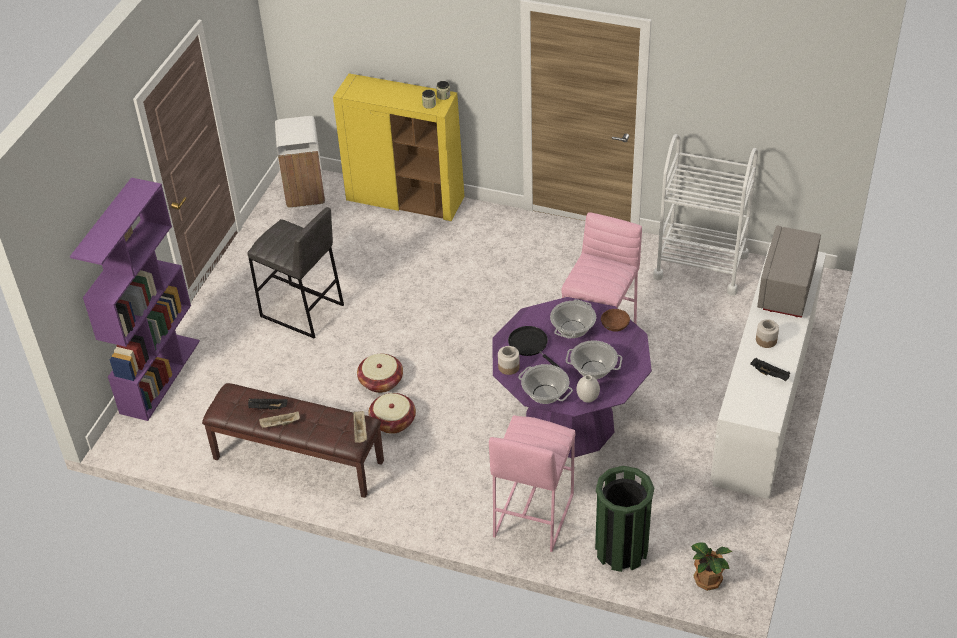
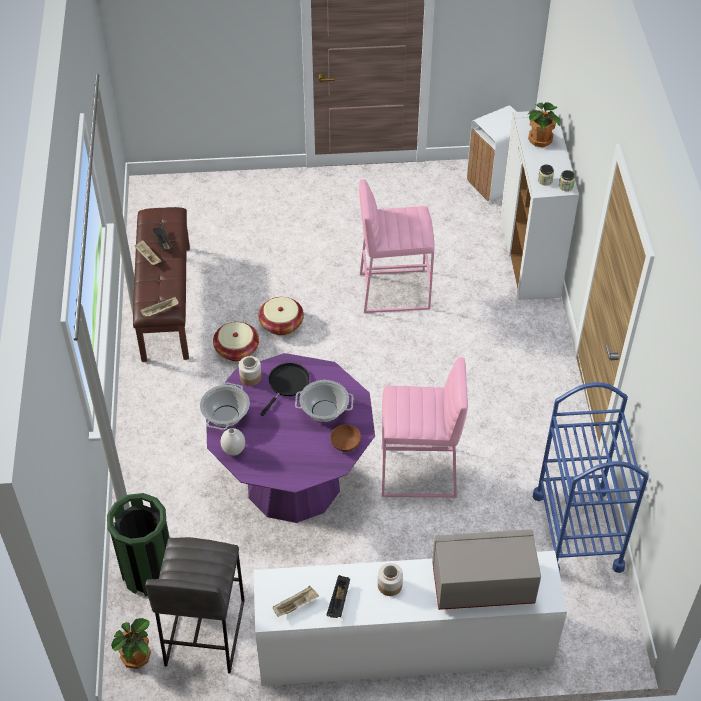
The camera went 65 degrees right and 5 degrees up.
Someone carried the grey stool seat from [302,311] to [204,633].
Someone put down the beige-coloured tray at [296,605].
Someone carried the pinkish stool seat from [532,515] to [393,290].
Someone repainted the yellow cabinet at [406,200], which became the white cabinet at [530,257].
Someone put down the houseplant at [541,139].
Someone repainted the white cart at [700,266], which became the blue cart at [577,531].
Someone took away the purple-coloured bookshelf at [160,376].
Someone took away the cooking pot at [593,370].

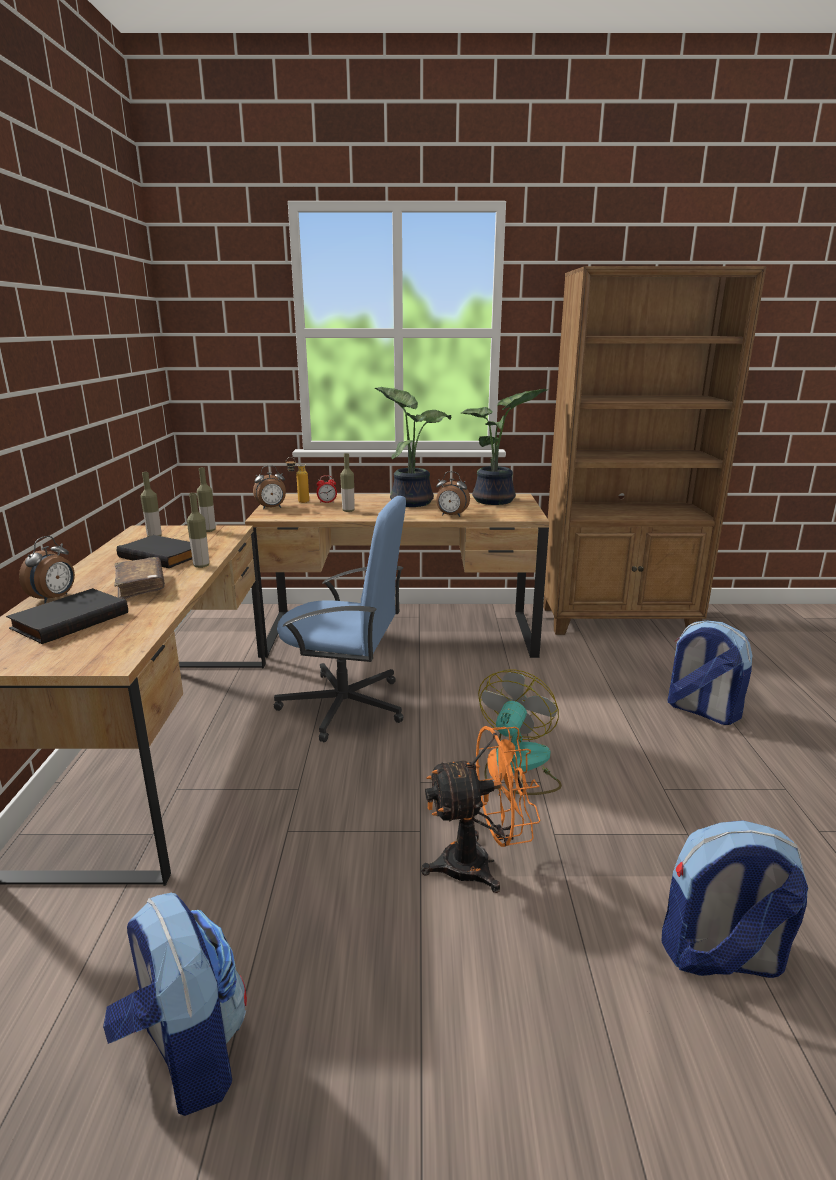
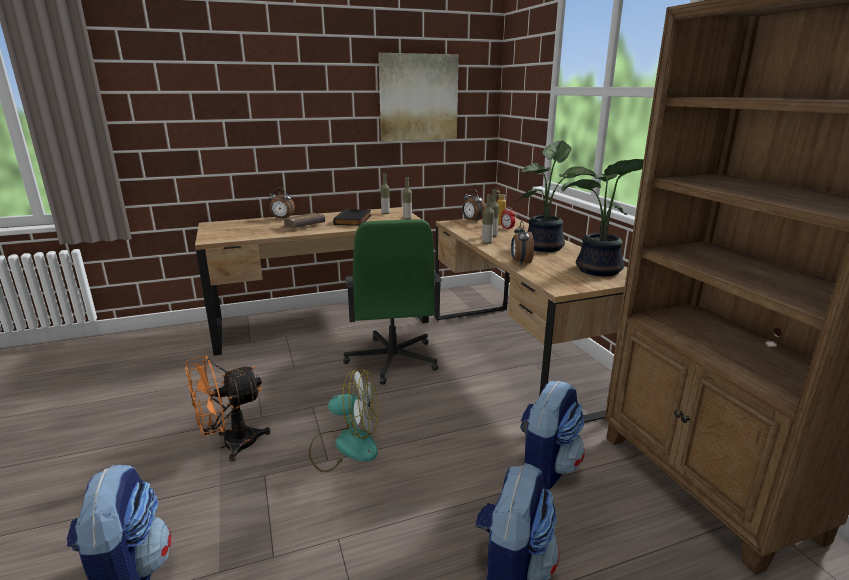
The camera went 70 degrees right and 0 degrees up.
Someone rotated the orange-coloured fan at [479,864] by 90 degrees clockwise.
Someone repainted the blue office chair at [345,706], which became the green-coloured office chair at [392,360].
Someone put up the picture at [418,98].
Someone carried the beverage bottle from [201,566] to [486,243].
Someone carried the backpack from [185,1053] to [546,467].
Someone took away the blackish book at [70,620].

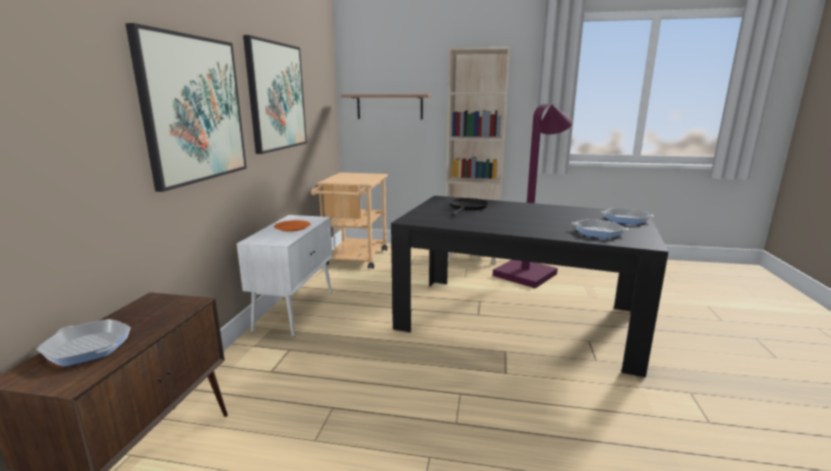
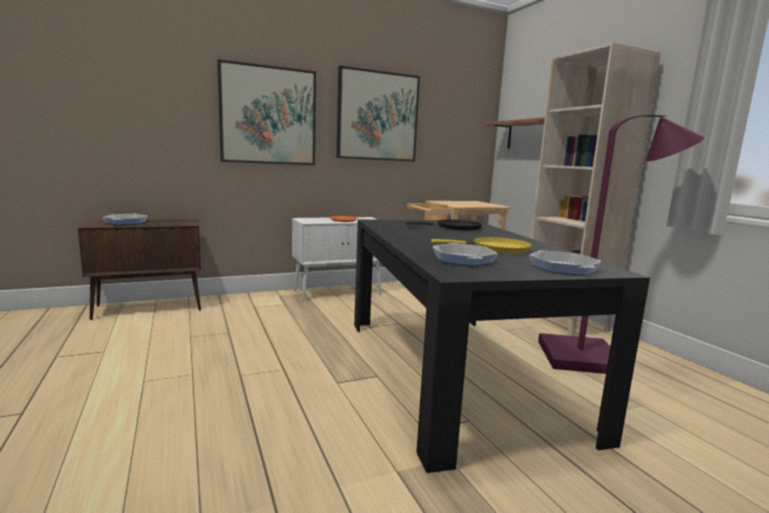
The camera went 55 degrees right and 5 degrees down.
Someone put down the yellow skillet at [496,249].

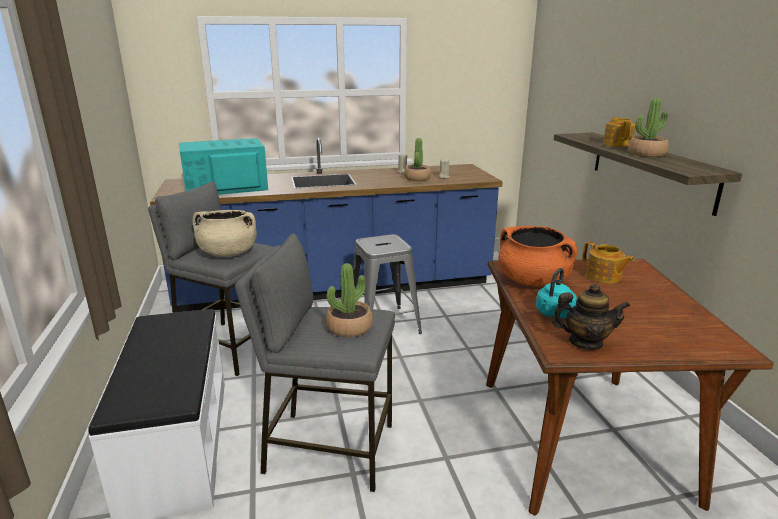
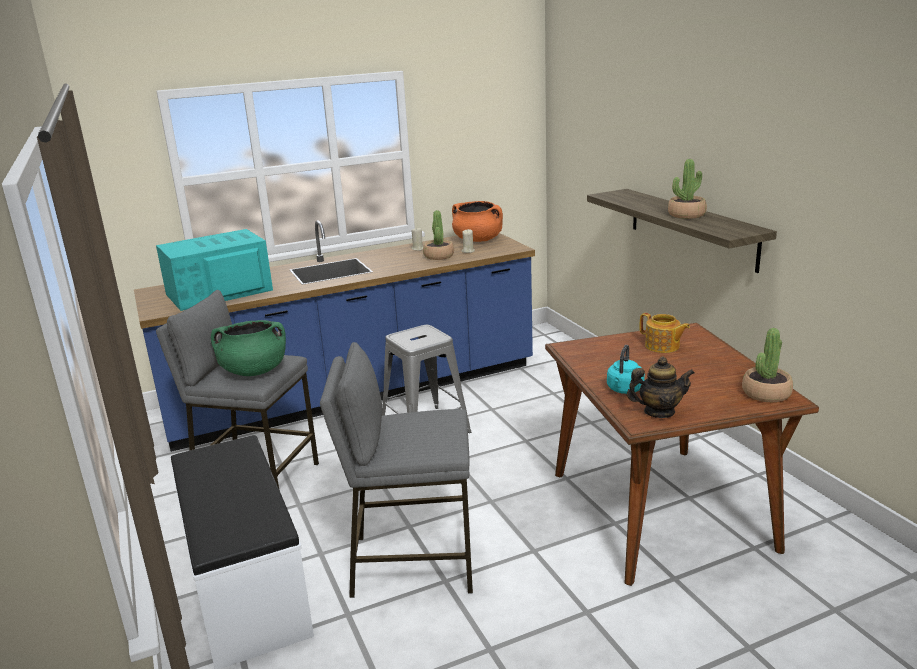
The camera went 10 degrees left and 0 degrees up.
Someone repainted the beige-coloured cooking pot at [227,253], which became the green-coloured cooking pot at [254,371].
Someone carried the orange-coloured cooking pot from [533,281] to [478,240].
Someone carried the houseplant from [349,327] to [766,393].
Someone took away the teapot at [617,144].

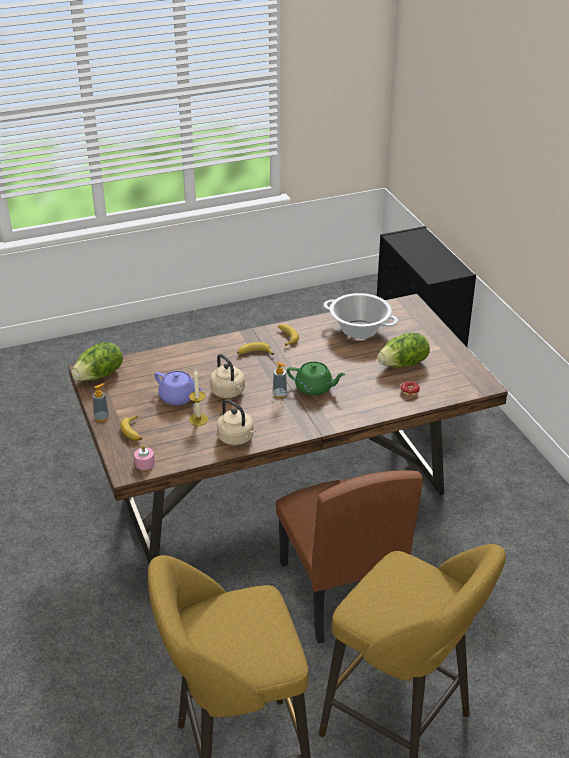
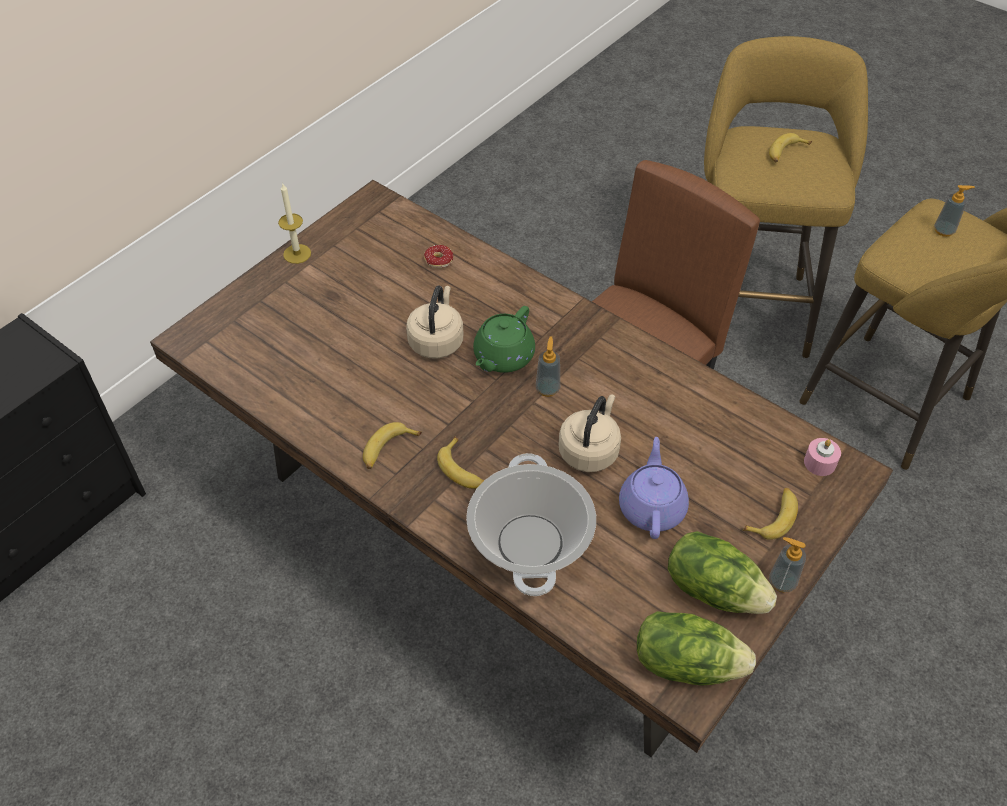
The camera went 120 degrees left and 15 degrees up.
Someone carried the candle from [198,419] to [297,254].
Someone carried the beige-coloured tea kettle from [237,438] to [437,340].
Someone carried the cooking pot from [359,330] to [531,543].
Someone rotated the green-coloured teapot at [315,388] by 135 degrees counterclockwise.
Someone carried the head of lettuce from [404,364] to [714,589].
Someone put down the banana fruit at [785,153].
Someone put down the liquid soap bottle at [944,230].

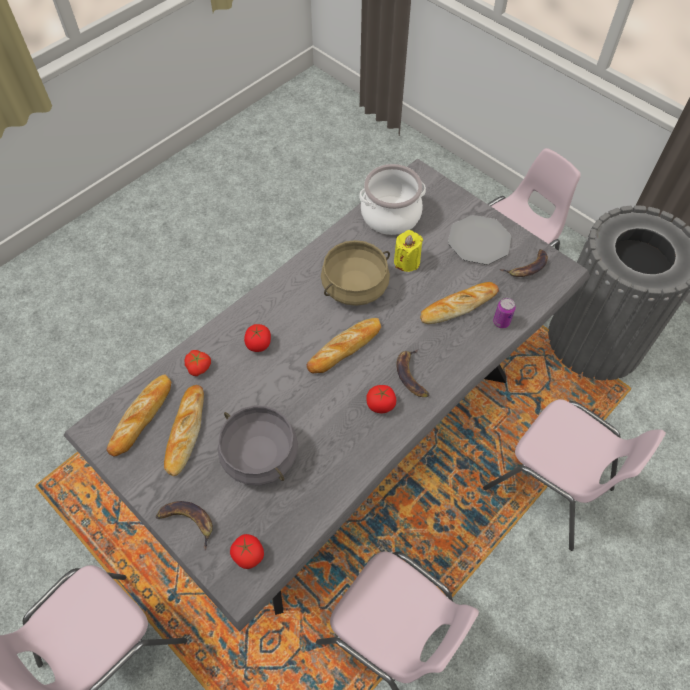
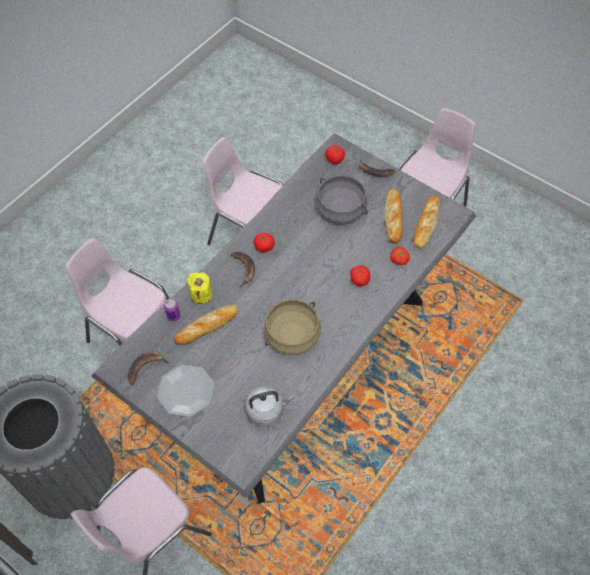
The camera went 175 degrees right and 0 degrees up.
Someone carried the yellow candle from [406,261] to [201,295].
Someone swapped the cooking pot at [390,216] for the grey tea kettle at [267,411].
Someone took away the bread at [345,348].

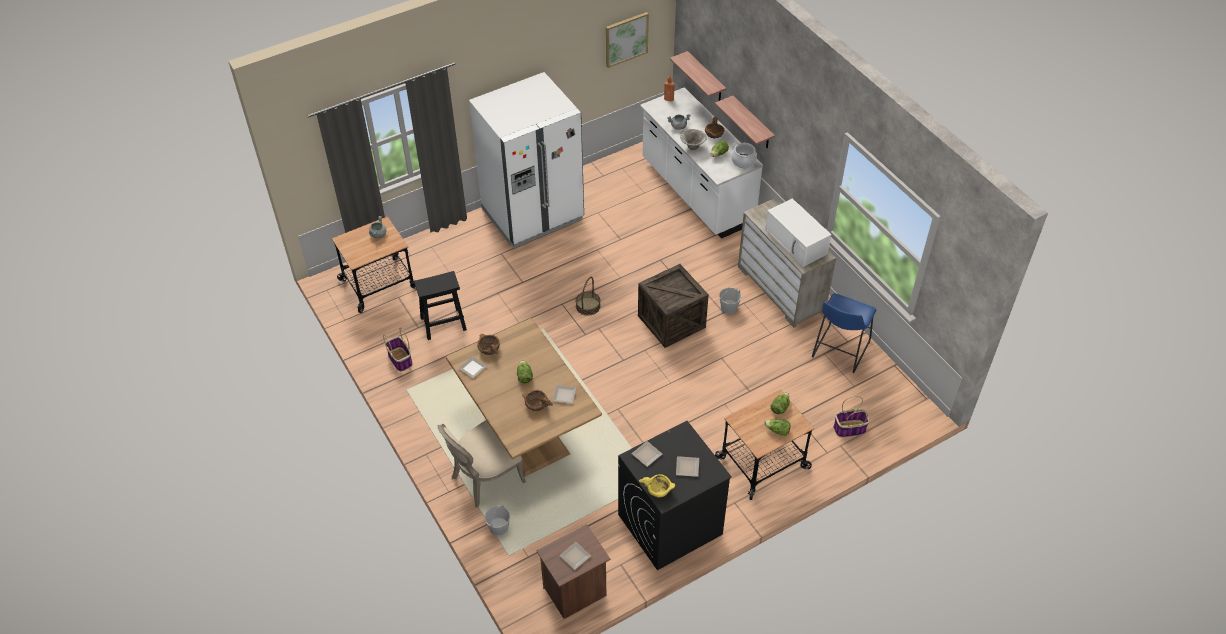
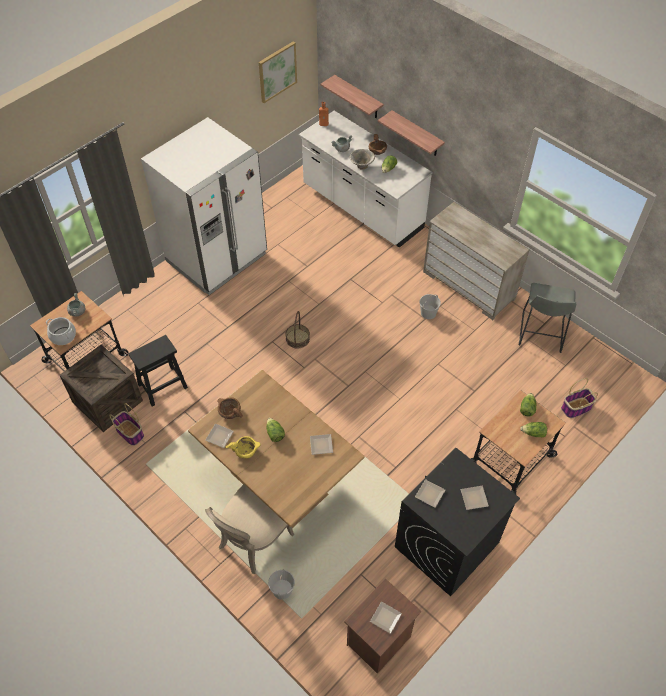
The camera went 15 degrees left and 5 degrees up.
Someone carried the cooking pot from [743,161] to [63,336].
Someone carried the crate from [671,321] to [107,401].
Someone carried the yellow serving bowl from [658,489] to [245,450].
Someone repainted the blue stool seat at [839,351], which became the grey stool seat at [540,335].
Someone took away the brownish serving bowl at [536,405].
Someone took away the white kitchen microwave at [796,242].

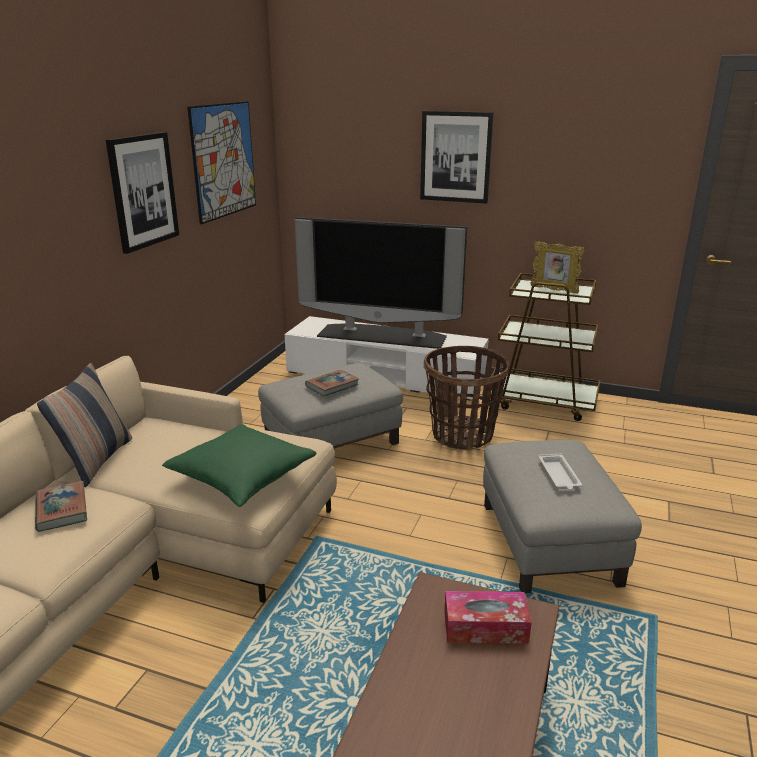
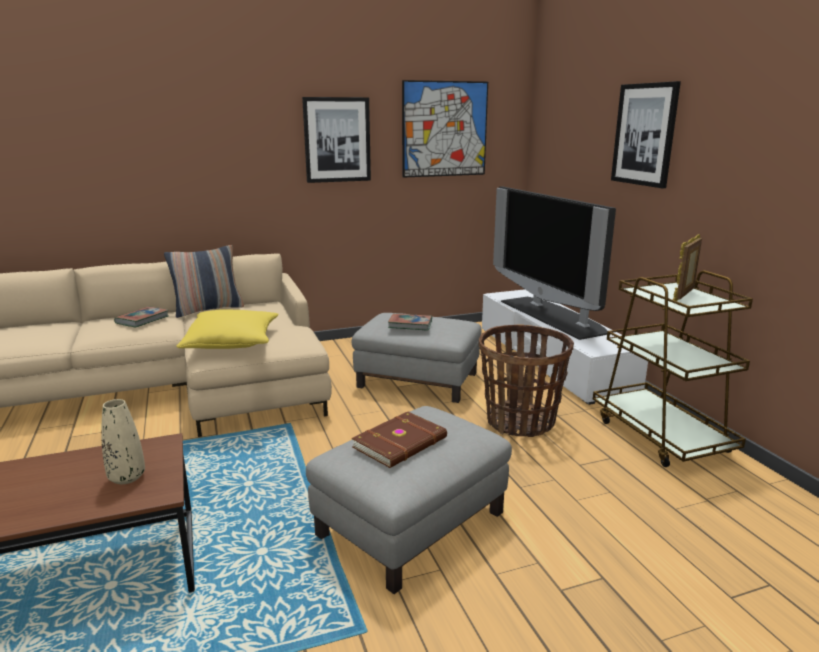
The camera went 50 degrees right and 5 degrees down.
Someone swapped the tissue box at [485,627] for the beige-coloured vase at [127,477].
Someone repainted the green-coloured throw pillow at [242,477], which became the yellow throw pillow at [232,342].
Someone swapped the white tray at [559,475] for the brownish book at [401,443].
Someone rotated the picture frame at [554,290] by 45 degrees clockwise.

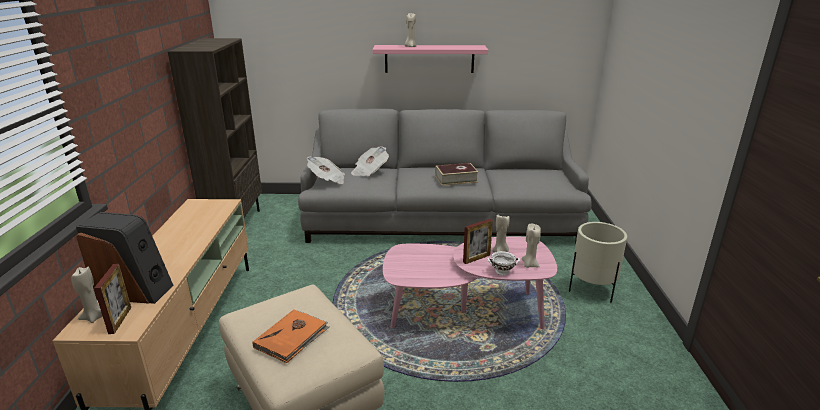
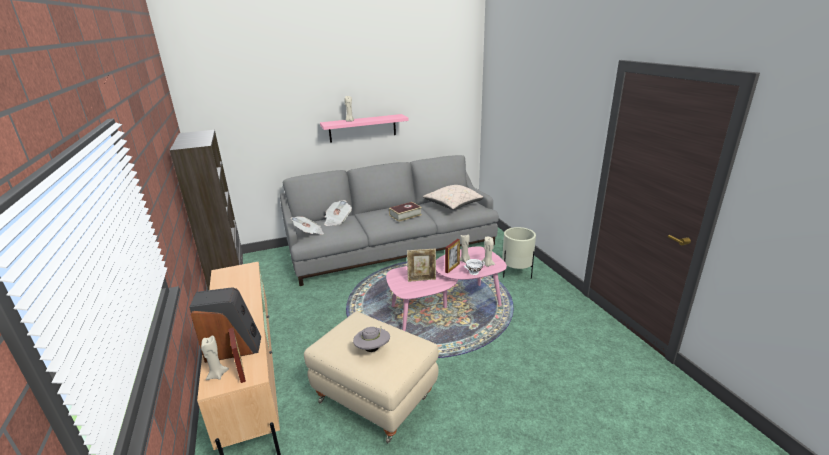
The camera went 20 degrees left and 0 degrees up.
Someone swapped the orange-coloured book at [292,337] for the grey hat at [372,349].
Someone put down the picture frame at [422,279].
Someone put down the beige-coloured throw pillow at [452,205].

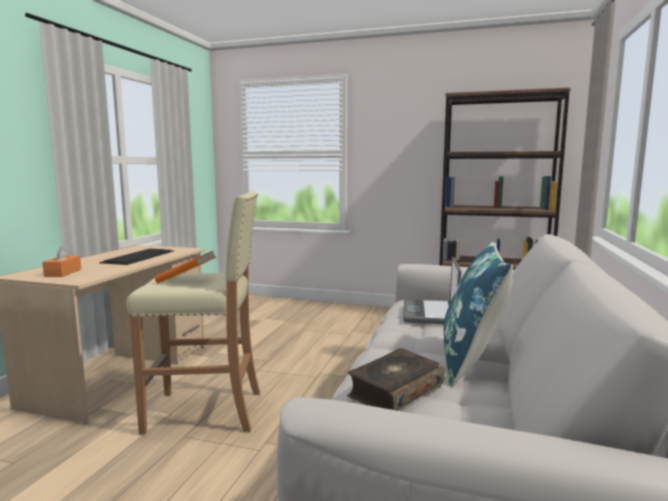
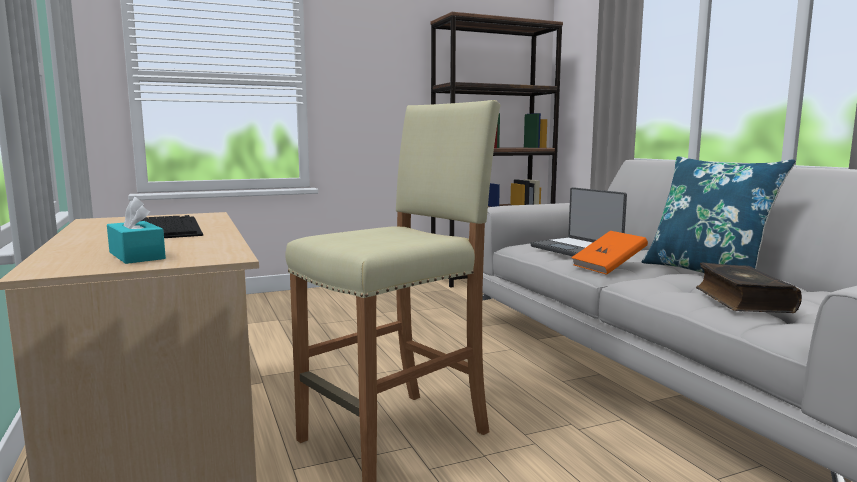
The camera went 40 degrees left and 0 degrees up.
Someone repainted the orange-coloured tissue box at [63,273], which became the blue-green tissue box at [136,255].
Someone carried the orange-coloured book from [186,280] to [608,267].

